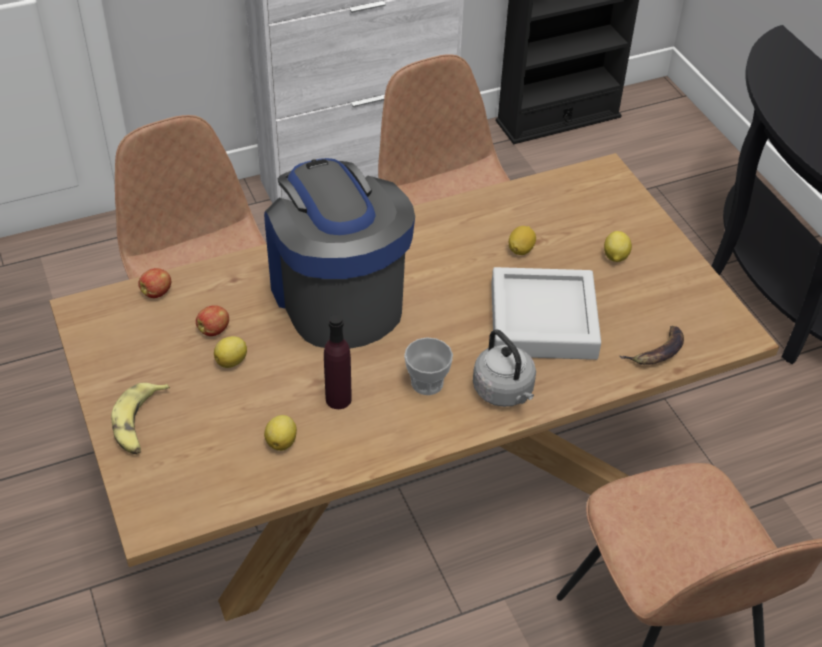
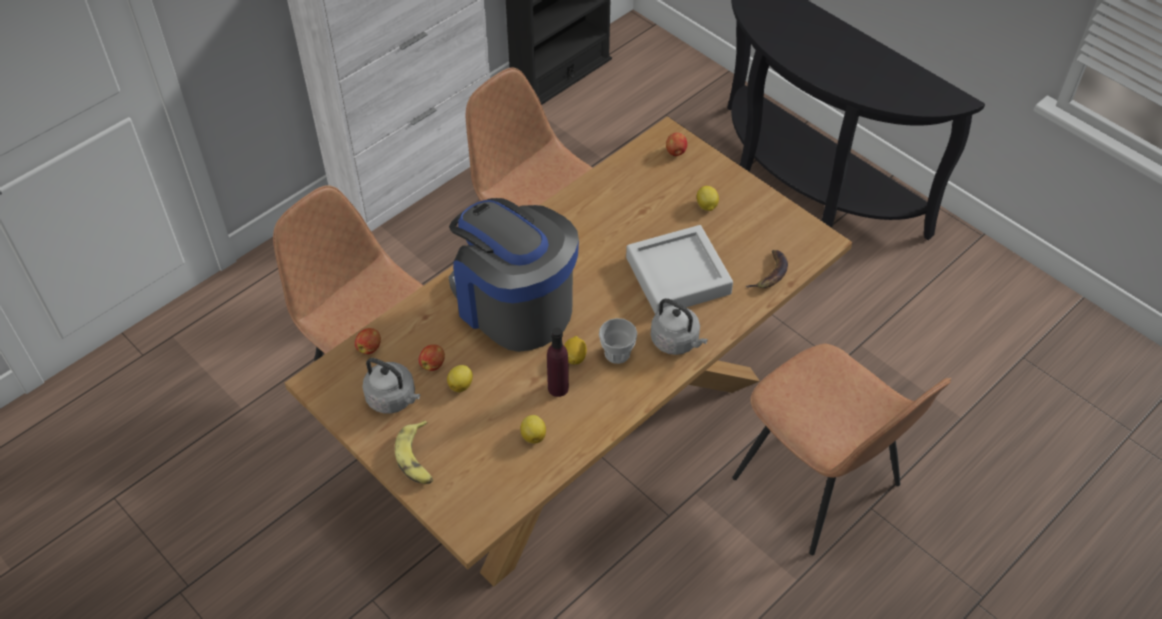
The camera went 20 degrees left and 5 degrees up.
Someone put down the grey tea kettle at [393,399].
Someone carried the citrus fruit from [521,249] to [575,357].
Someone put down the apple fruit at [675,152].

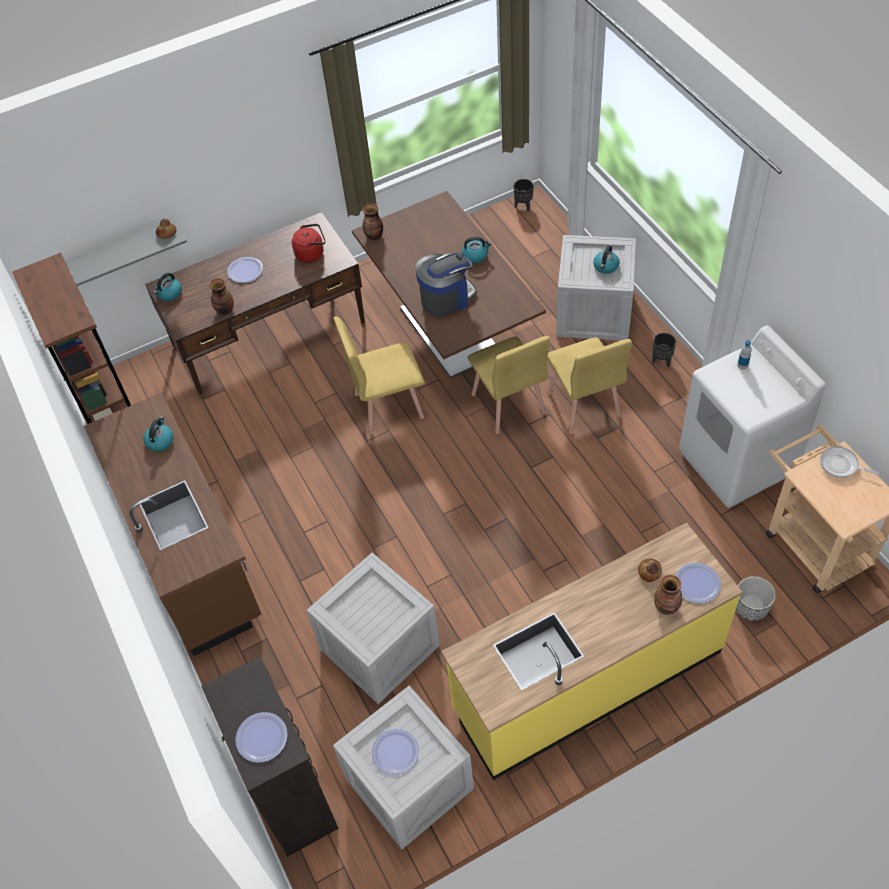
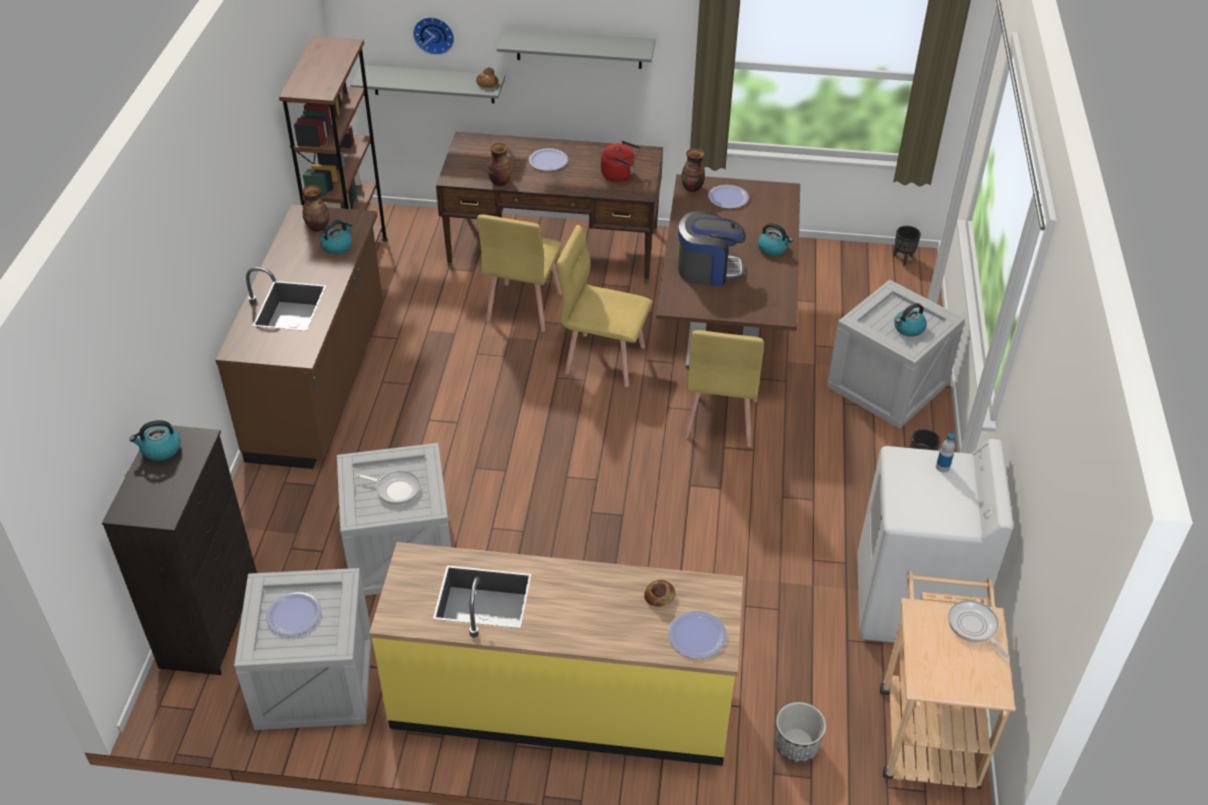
The camera went 30 degrees right and 10 degrees down.
Someone carried the tea kettle from [169,293] to [160,449].
Someone carried the vase from [667,606] to [318,227].
Someone put down the skillet at [395,489].
Someone put up the clock on the wall at [434,34].
Someone carried the yellow plain chair from [583,405] to [523,307].
Someone put up the grey shelf at [579,48].
Someone carried the flat dish from [261,738] to [728,198].

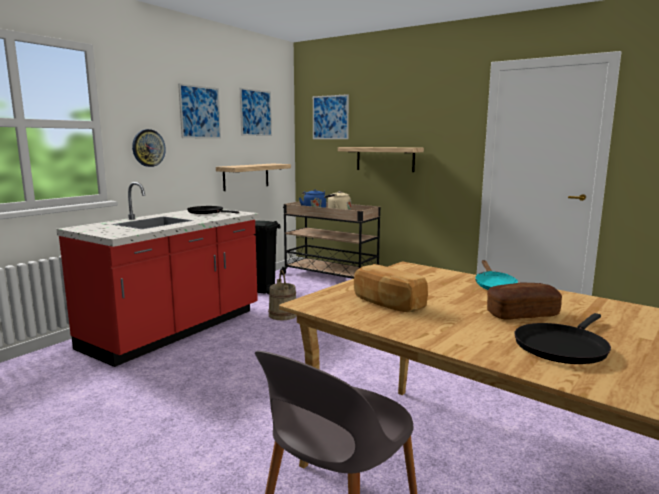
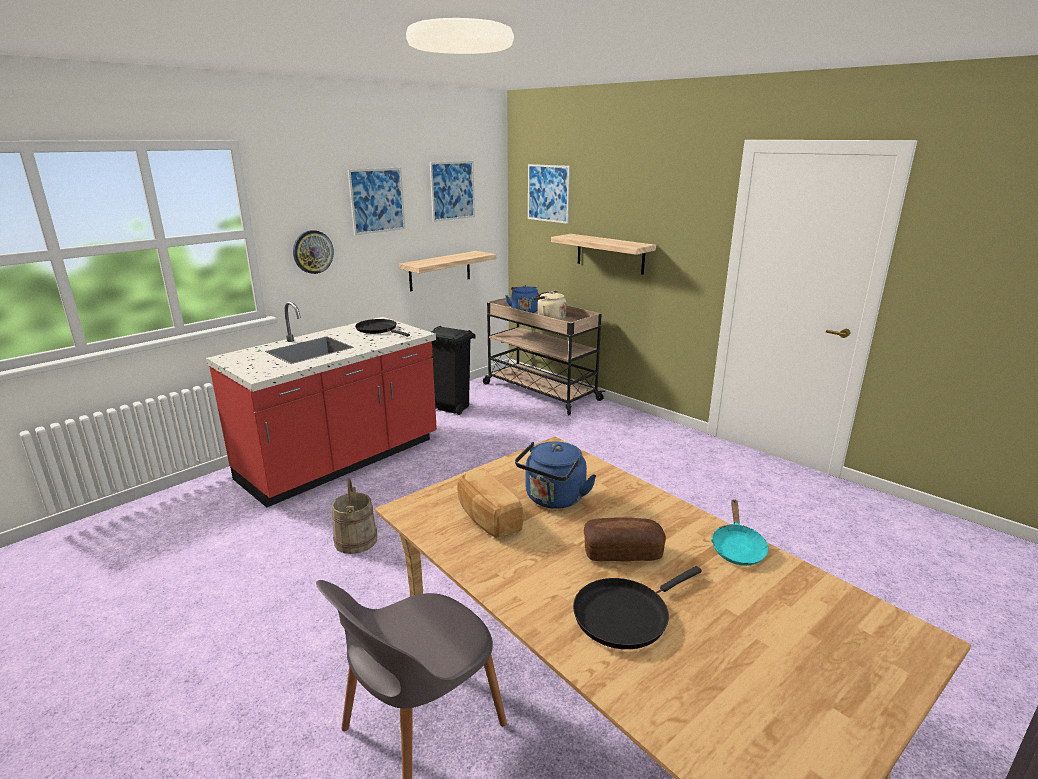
The camera went 10 degrees right and 10 degrees up.
Someone carried the beige-coloured water bucket from [282,315] to [355,540].
Someone put down the blue tea kettle at [553,499].
Someone carried the blue-green skillet from [494,286] to [737,548].

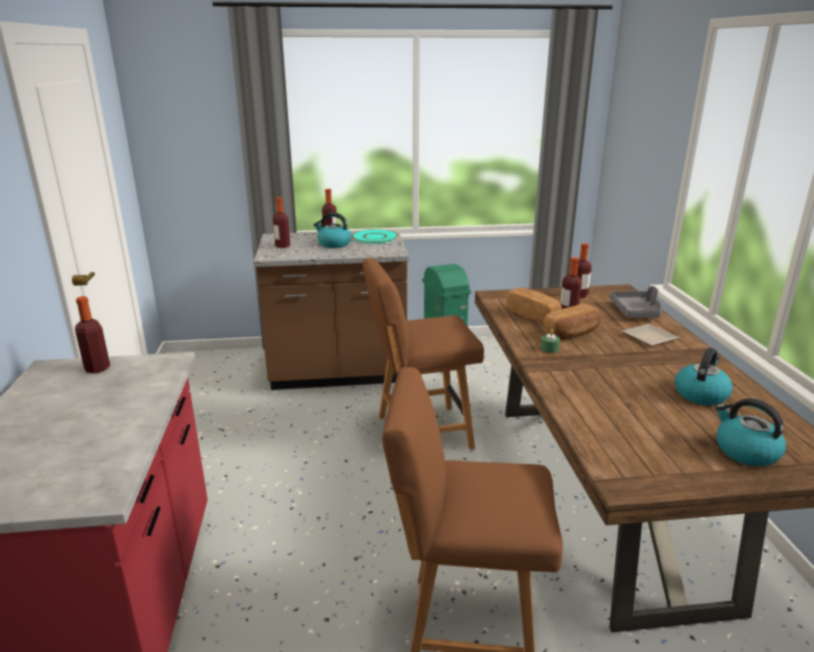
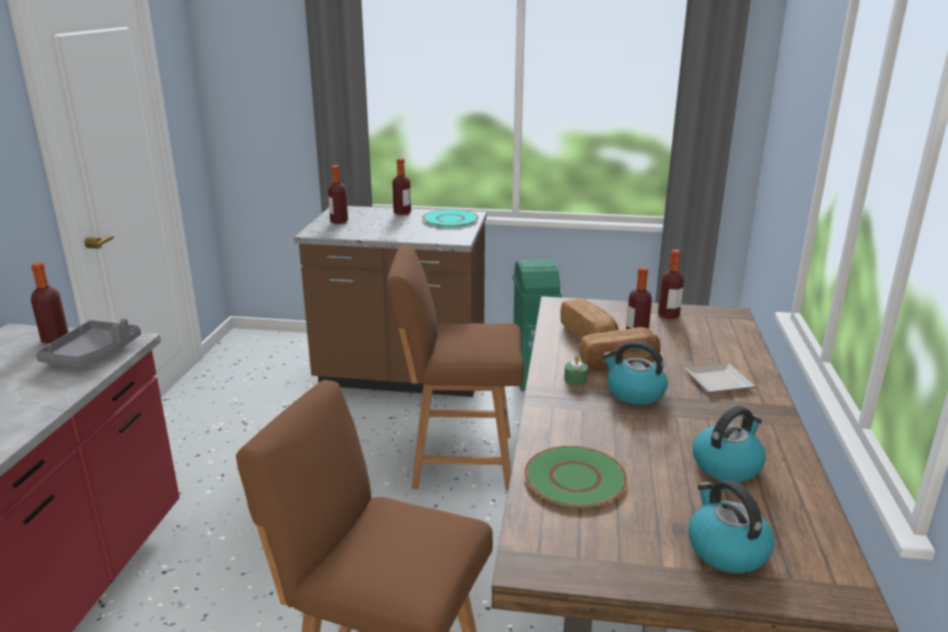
The camera went 15 degrees right and 0 degrees up.
Someone carried the grey tray from [636,312] to [93,354].
Someone put down the green-coloured flat dish at [575,478].
Someone carried the tea kettle from [334,244] to [634,393].

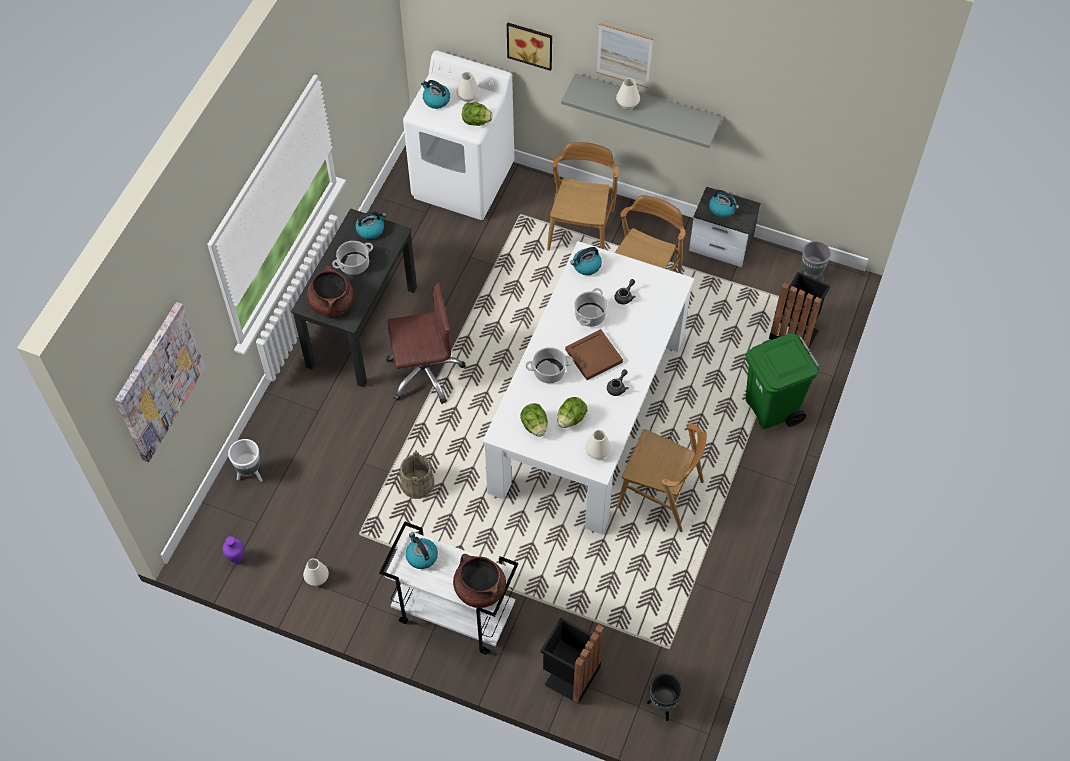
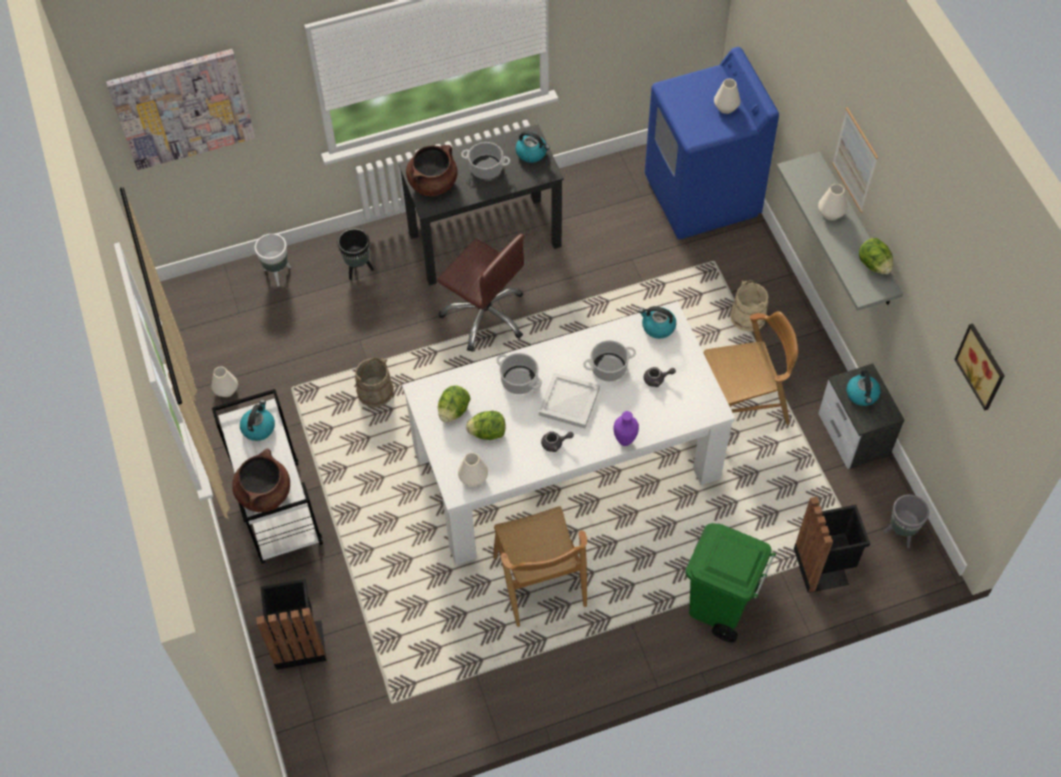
The camera went 50 degrees right and 0 degrees up.
Someone carried the blackish flower pot from [662,706] to [358,269].
Someone repainted the brownish tray at [593,357], which became the white tray at [568,402].
Someone carried the purple-coloured vase from [236,559] to [624,440].
Someone repainted the white washing machine at [463,181], which became the blue washing machine at [702,196].
Someone swapped the brownish plain chair at [581,230] for the beige-coloured water bucket at [748,317].
Someone carried the head of lettuce from [476,121] to [874,264].
Someone carried the picture from [530,44] to [983,365].
Someone took away the tea kettle at [436,100].

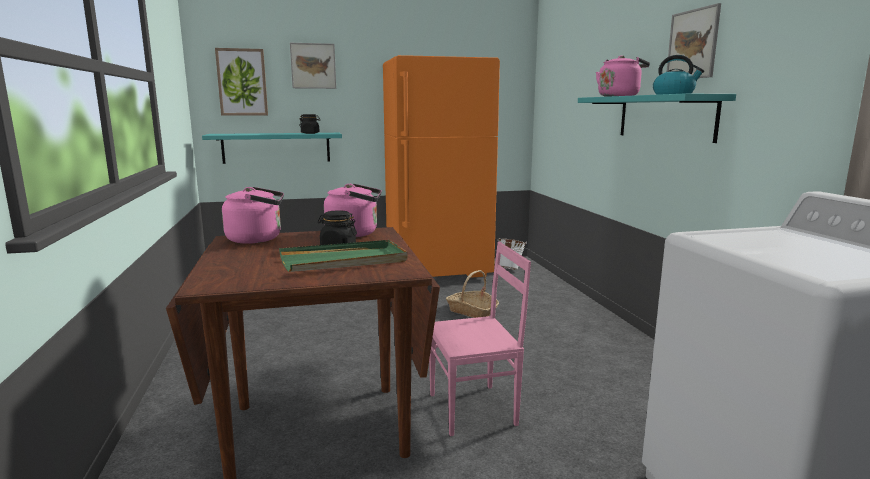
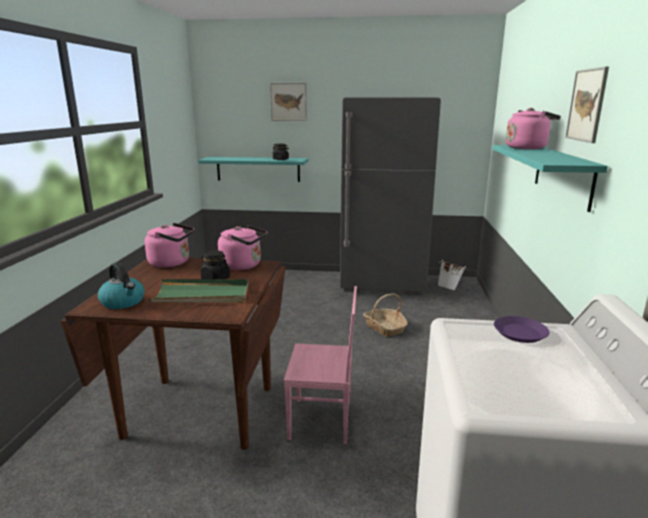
The camera went 20 degrees right and 5 degrees up.
Someone carried the tea kettle from [674,94] to [123,302].
Someone repainted the orange-coloured refrigerator at [439,273], which became the grey refrigerator at [382,285].
Someone put down the purple-coloured flat dish at [520,333].
Someone took away the picture at [242,82].

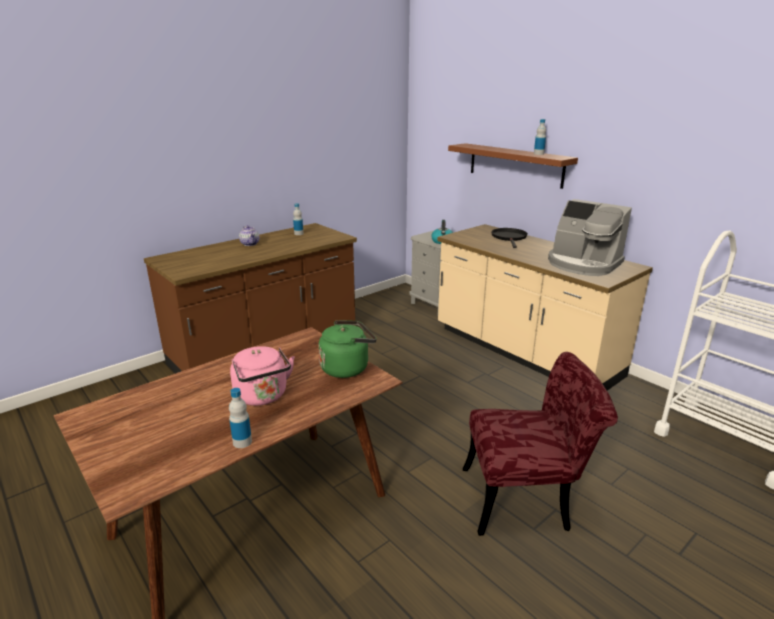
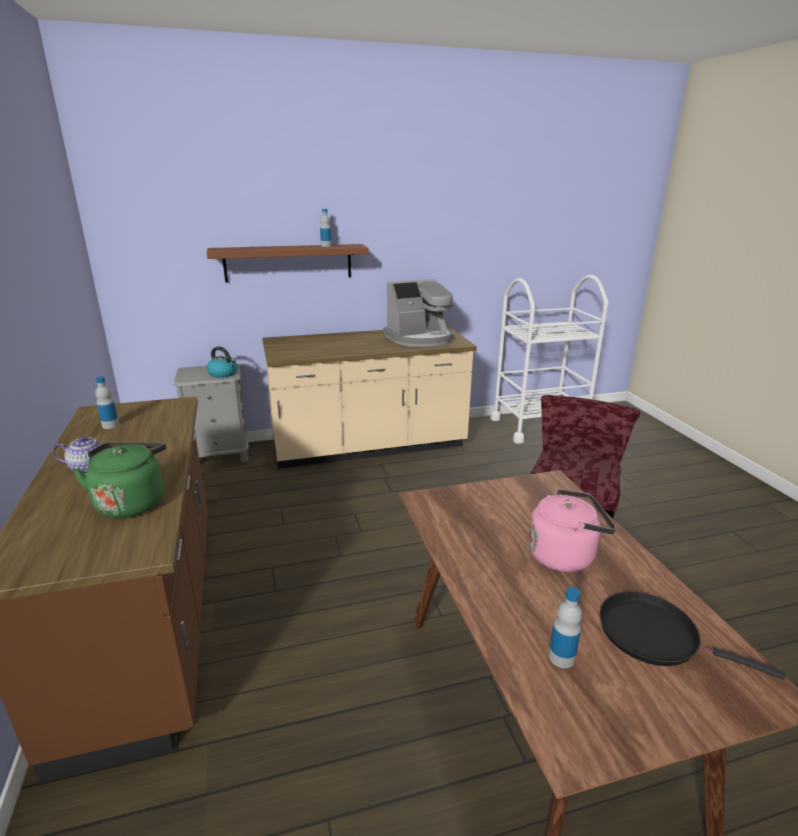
The camera went 65 degrees left and 0 degrees up.
Someone carried the green-coloured tea kettle from [347,367] to [131,502].
Someone carried the beverage bottle from [242,442] to [561,657].
Someone carried the blackish skillet from [509,237] to [655,635].

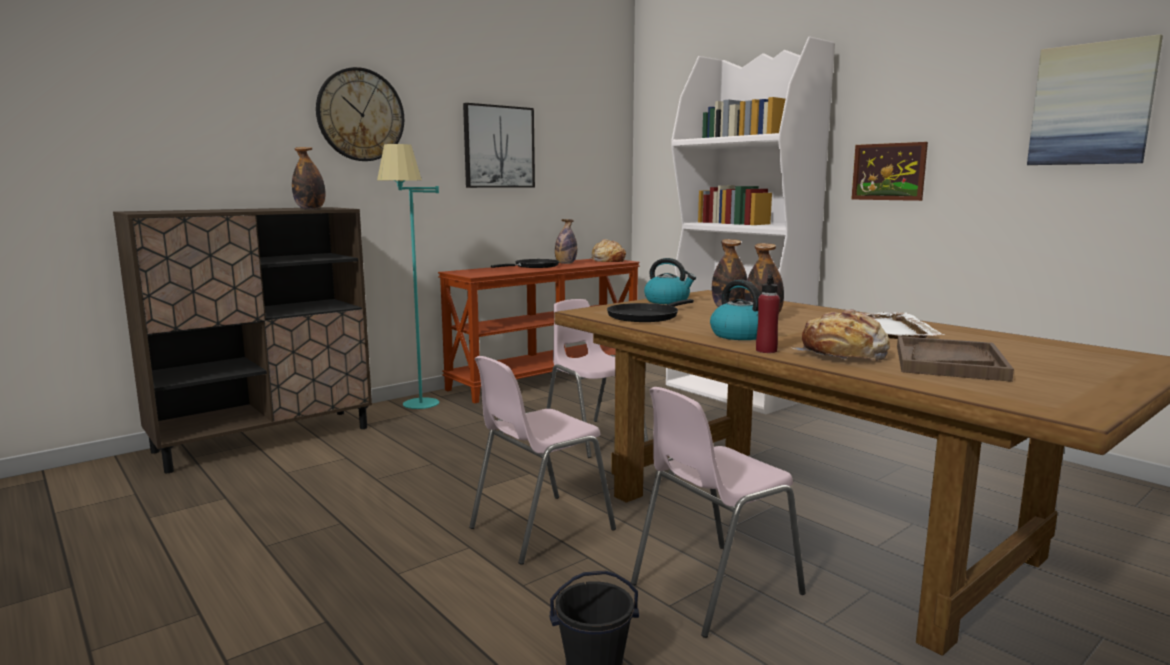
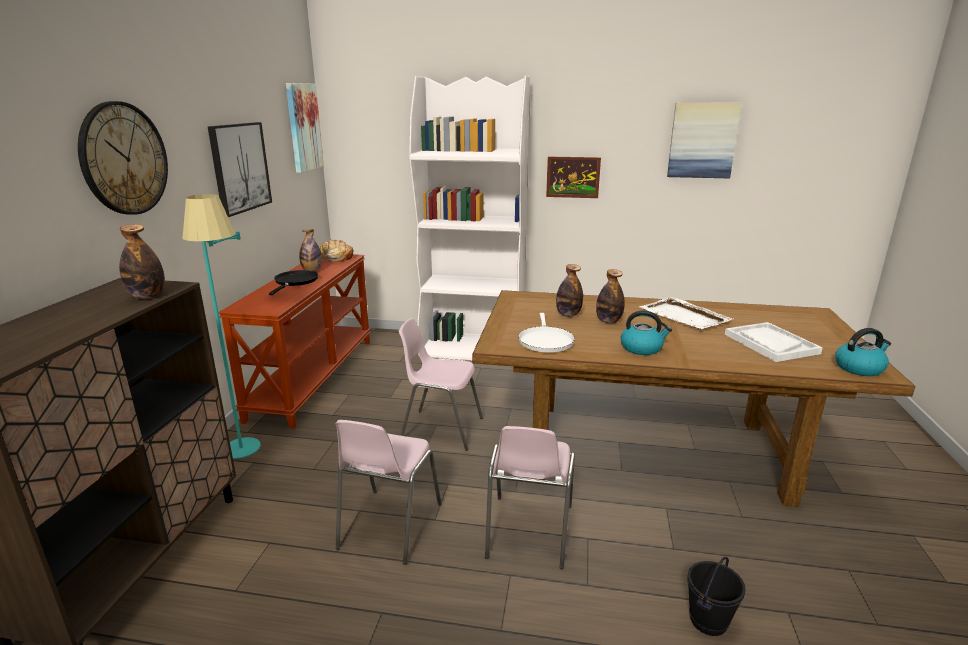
The camera went 40 degrees left and 10 degrees up.
Someone put up the picture at [303,127].
Someone carried the pinkish plain chair from [713,588] to [388,526].
Someone repainted the blackish skillet at [645,316], which became the white skillet at [545,341].
Someone repainted the brownish tray at [948,362], which became the white tray at [770,344].
Someone carried the tea kettle from [667,301] to [859,368].
Someone took away the reddish beverage bottle at [766,350].
Someone took away the bread at [843,355].

